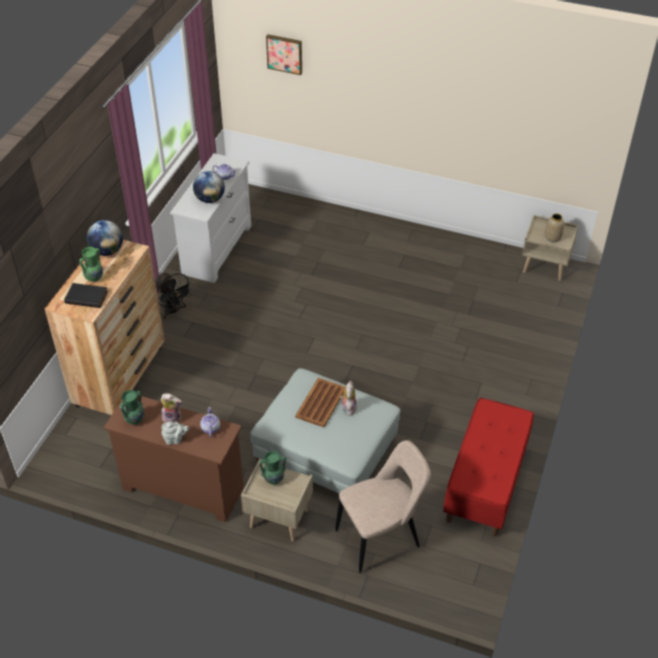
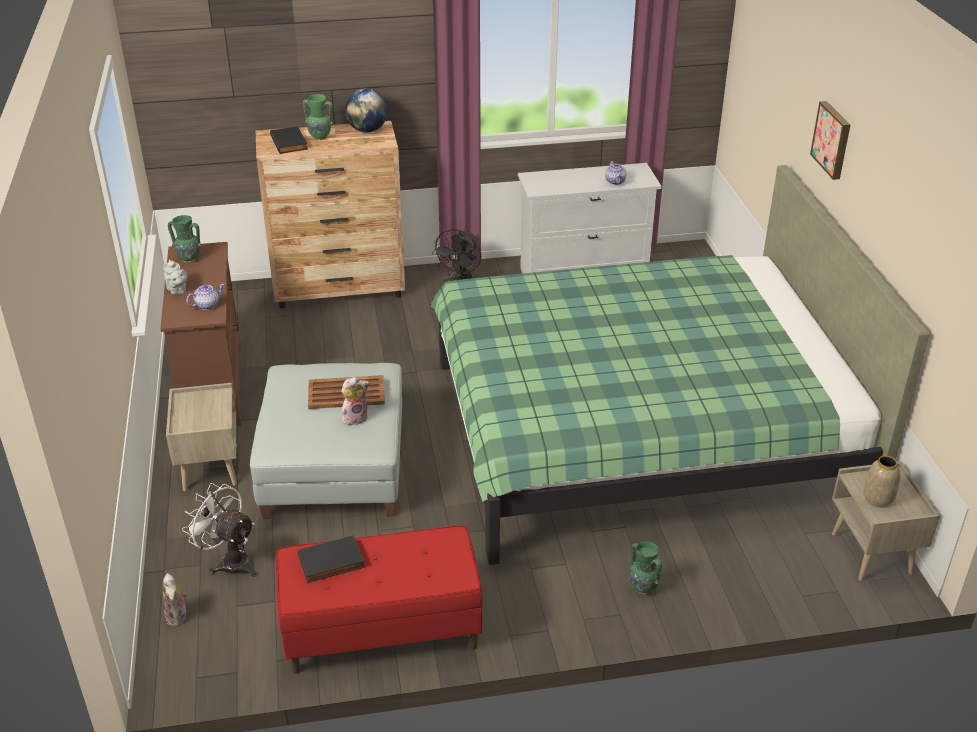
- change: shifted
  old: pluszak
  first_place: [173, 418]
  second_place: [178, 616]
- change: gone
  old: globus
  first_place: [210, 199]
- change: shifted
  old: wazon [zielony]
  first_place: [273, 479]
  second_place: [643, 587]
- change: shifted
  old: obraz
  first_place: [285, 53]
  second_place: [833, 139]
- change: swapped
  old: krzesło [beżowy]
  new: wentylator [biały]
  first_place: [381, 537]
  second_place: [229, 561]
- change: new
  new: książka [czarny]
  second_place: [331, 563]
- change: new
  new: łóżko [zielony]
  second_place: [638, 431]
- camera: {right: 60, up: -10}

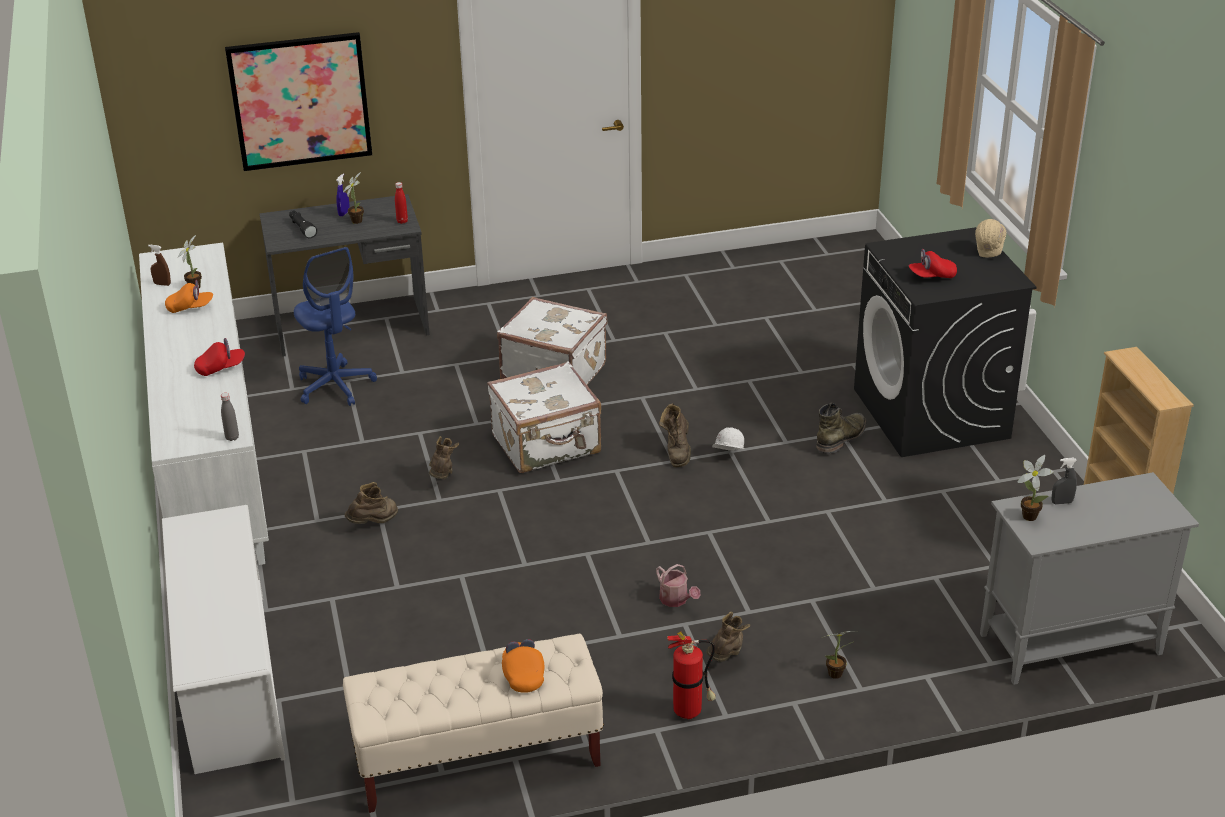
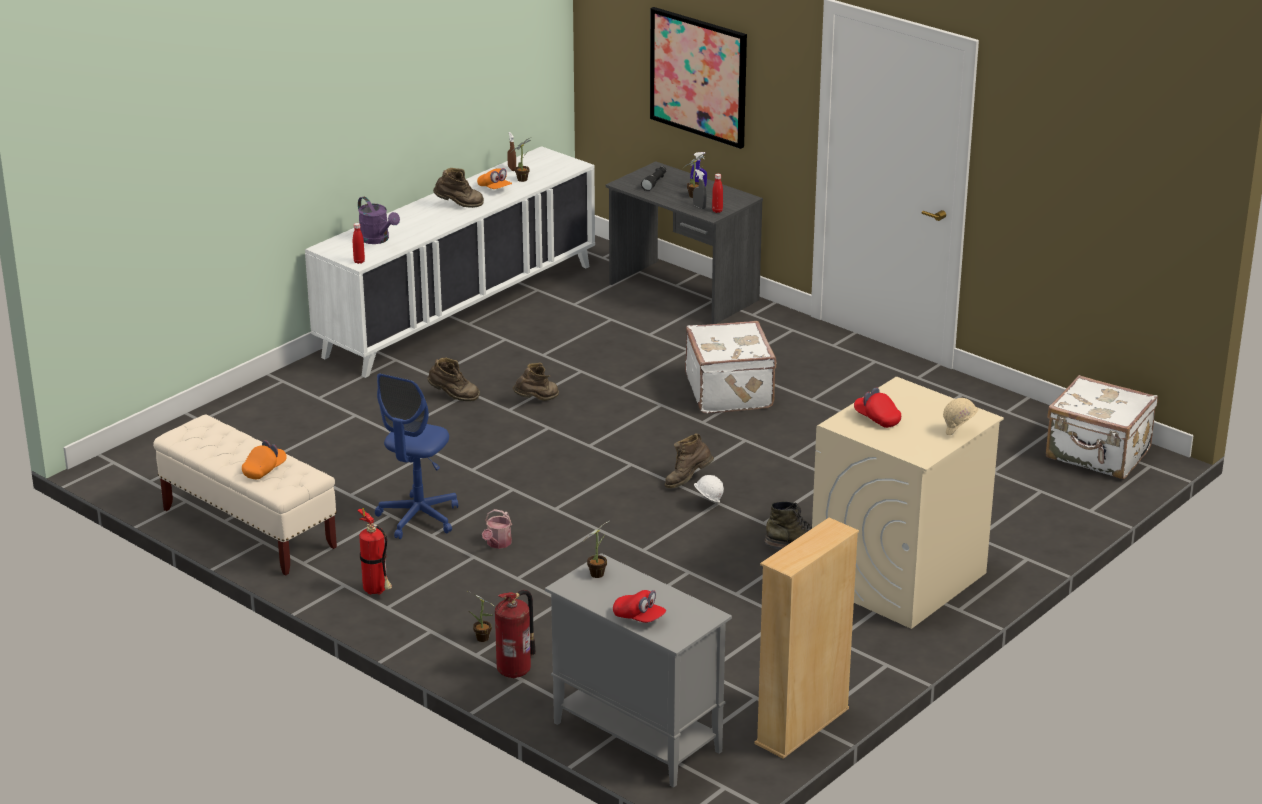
- change: gone
  old: regał na buty [biały]
  first_place: [230, 680]
- change: shifted
  old: czapka z daszkiem [czerwony]
  first_place: [221, 368]
  second_place: [639, 618]
- change: repainted
  old: butelka [szary]
  new: butelka [czerwony]
  first_place: [232, 437]
  second_place: [359, 261]
- change: shifted
  old: krzesło biurowe [niebieski]
  first_place: [335, 386]
  second_place: [418, 518]
- change: shifted
  old: walizka [biały]
  first_place: [547, 445]
  second_place: [1097, 455]
- change: shifted
  old: but z cholewką [brązowy]
  first_place: [726, 656]
  second_place: [459, 206]
- change: repainted
  old: pralka [czarny]
  new: pralka [beżowy]
  first_place: [932, 414]
  second_place: [898, 578]
- change: shifted
  old: spryskiwacz [szary]
  first_place: [1062, 502]
  second_place: [699, 207]
- change: new
  new: konewka [fioletowy]
  second_place: [378, 240]
- change: new
  new: gaśnica
  second_place: [516, 669]
- camera: {right: 55, up: -5}

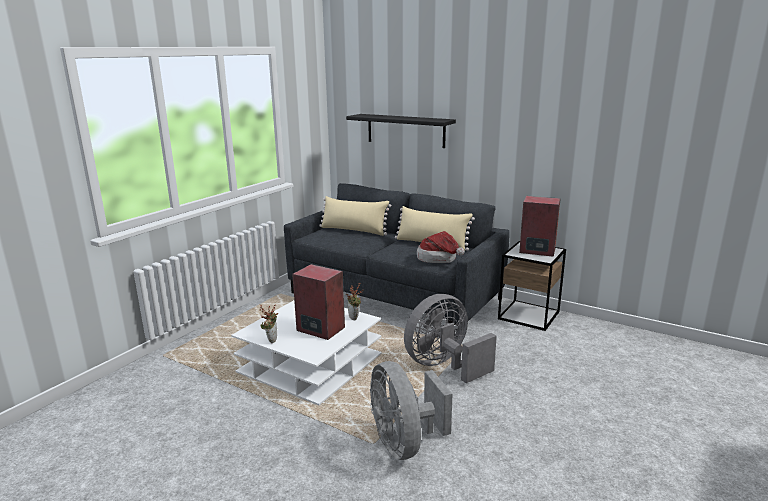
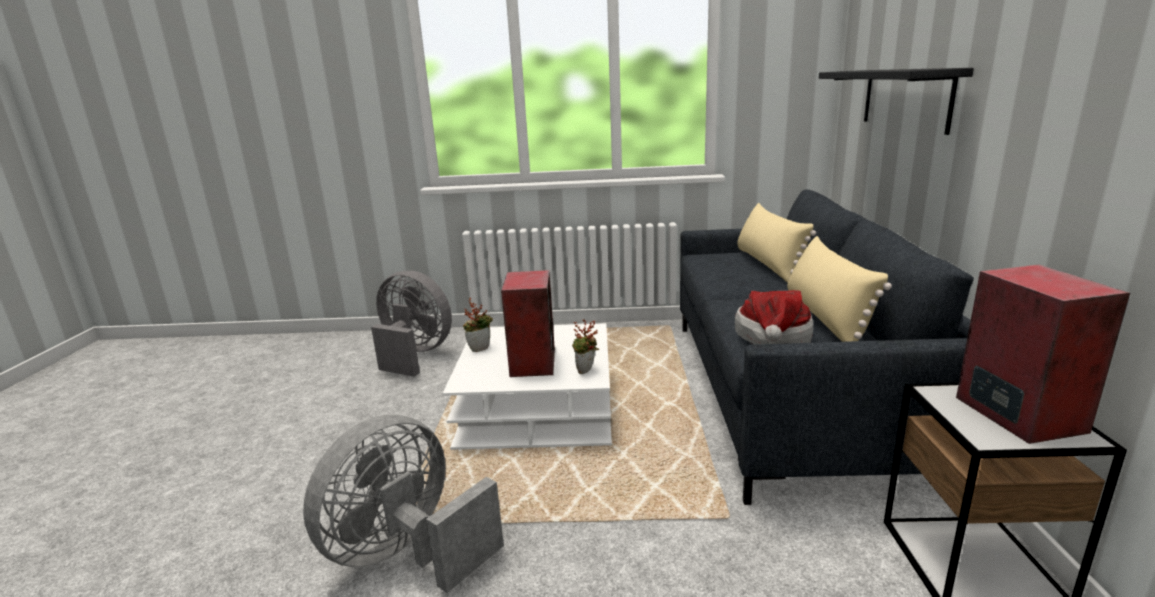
- change: shifted
  old: wentylator [szary]
  first_place: [444, 366]
  second_place: [414, 355]
- camera: {right: 60, up: 0}

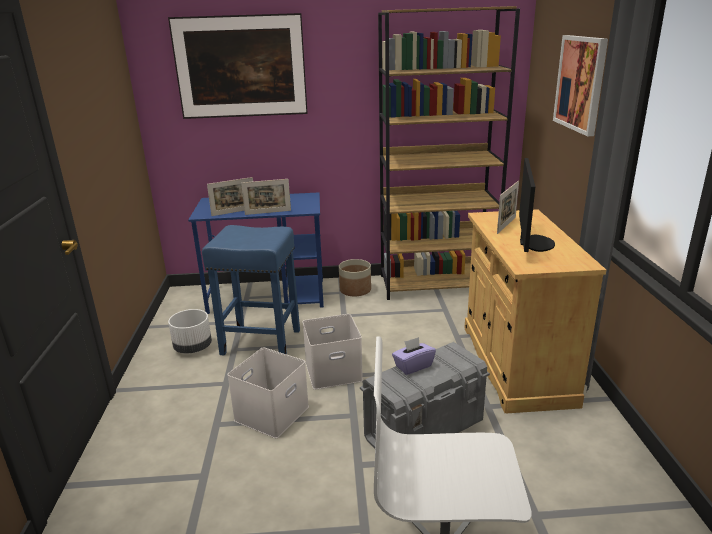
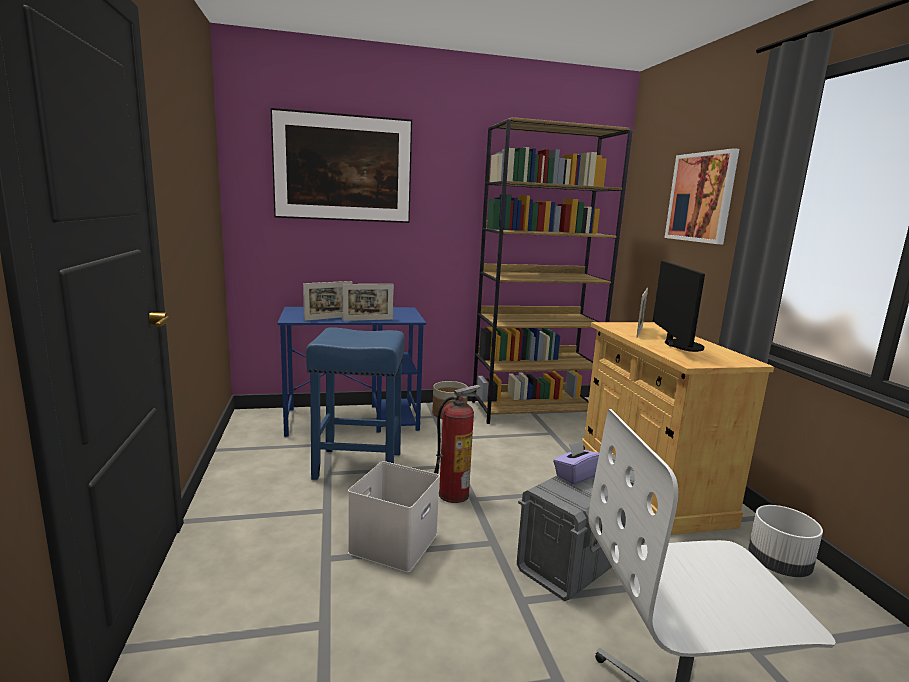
- change: shifted
  old: donica [biały]
  first_place: [193, 348]
  second_place: [777, 565]
- change: swapped
  old: pojemnik do przechowywania [biały]
  new: gaśnica
  first_place: [334, 370]
  second_place: [454, 494]
- camera: {right: -10, up: -10}

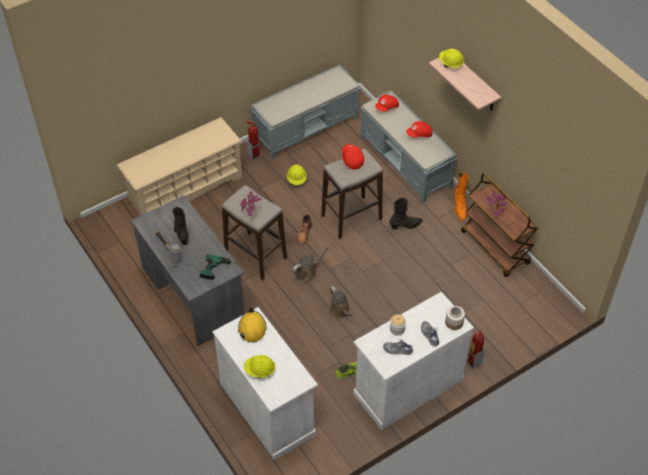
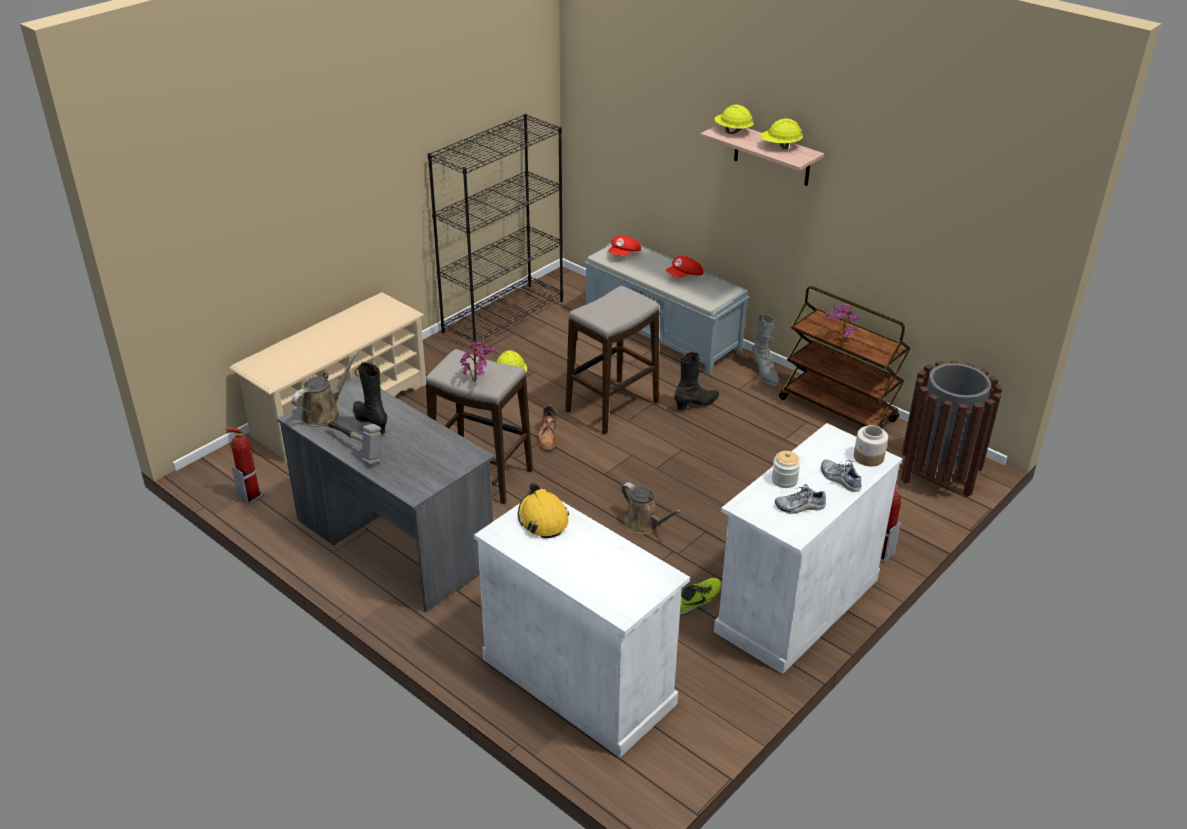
- change: gone
  old: wiertarka
  first_place: [219, 269]
- change: shifted
  old: kask [żółty]
  first_place: [259, 371]
  second_place: [780, 146]
- change: shifted
  old: gaśnica
  first_place: [254, 155]
  second_place: [251, 497]
- change: swapped
  old: ławka [szary]
  new: regał [czarny]
  first_place: [307, 127]
  second_place: [503, 316]
- change: shifted
  old: konewka [brązowy]
  first_place: [308, 273]
  second_place: [324, 413]
- change: gone
  old: czapka z daszkiem [czerwony]
  first_place: [352, 160]
- change: repainted
  old: but z cholewką [pomarańczowy]
  new: but z cholewką [szary]
  first_place: [460, 208]
  second_place: [765, 373]
- change: new
  new: kosz na śmieci [brązowy]
  second_place: [938, 475]
- camera: {right: -15, up: -15}

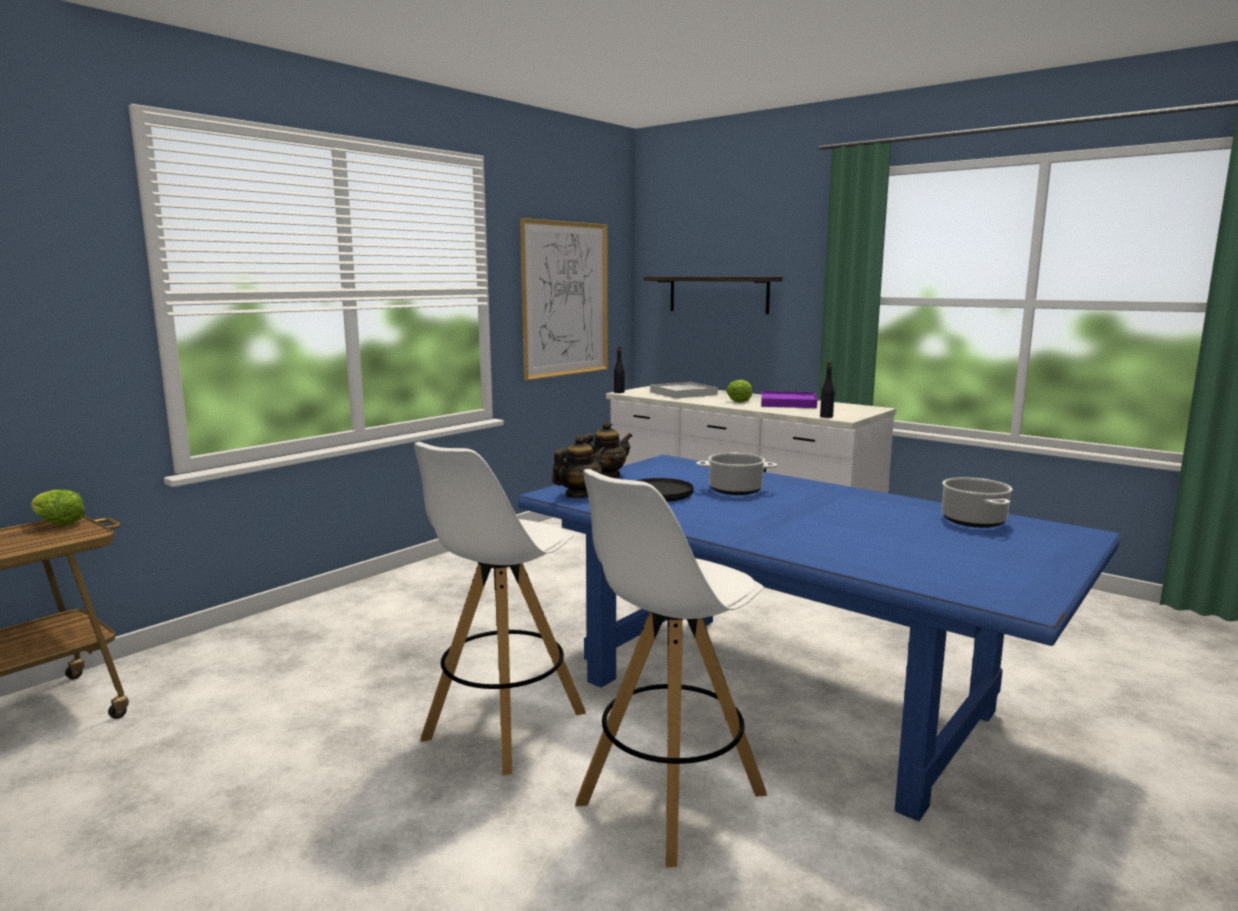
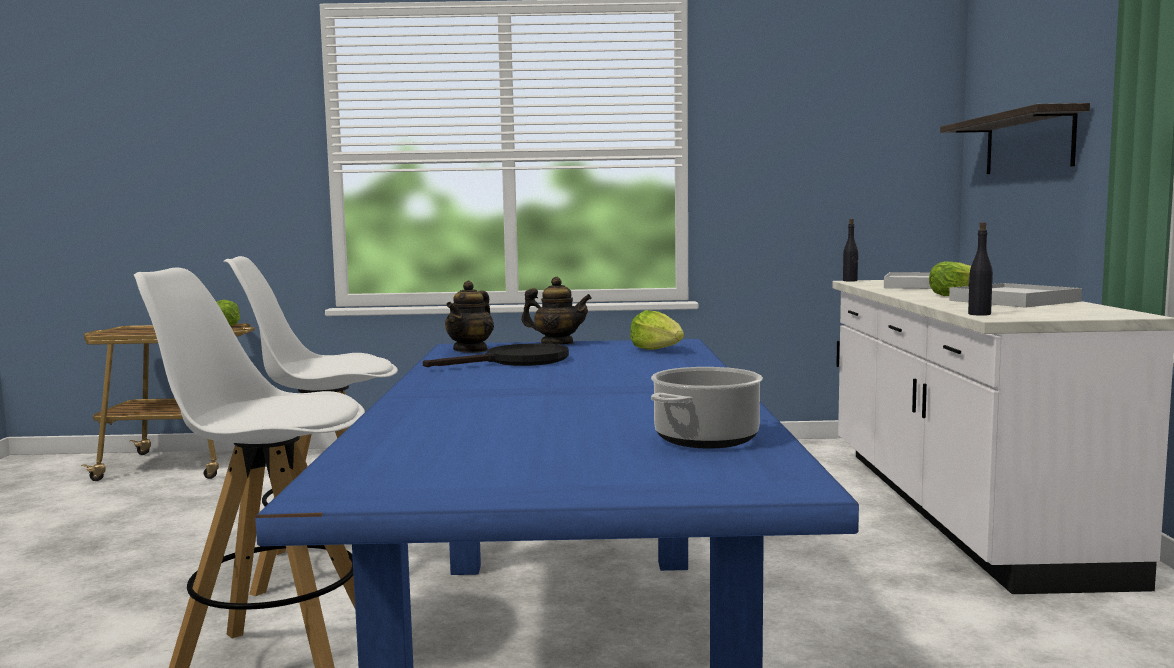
- change: gone
  old: obraz
  first_place: [565, 299]
- change: rotated
  old: imbryk
  first_place: [579, 495]
  second_place: [471, 350]
  degrees: 105
- change: gone
  old: garnek
  first_place: [736, 490]
- change: repainted
  old: taca [fioletowy]
  new: taca [biały]
  first_place: [788, 403]
  second_place: [1014, 301]
- change: new
  new: sałata
  second_place: [658, 350]
- camera: {right: 50, up: -5}

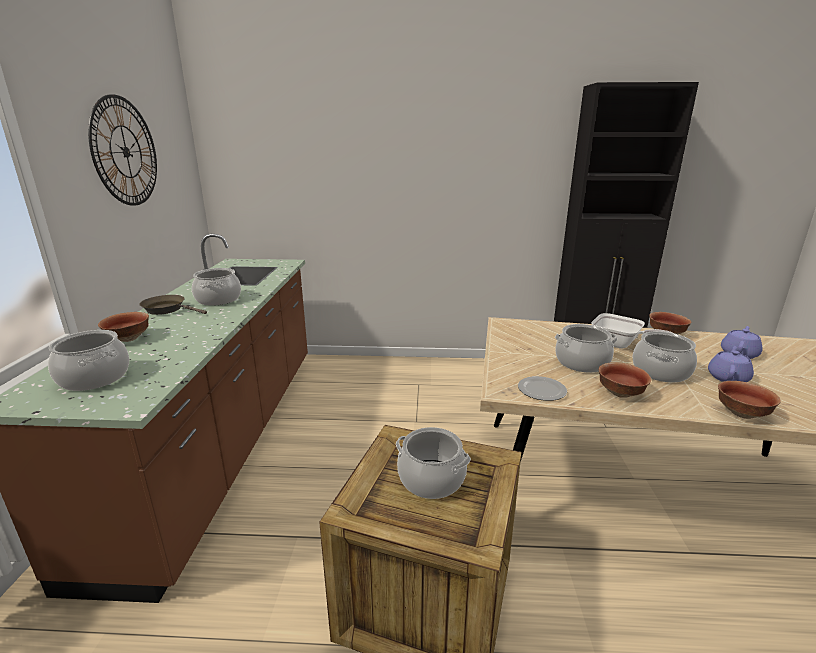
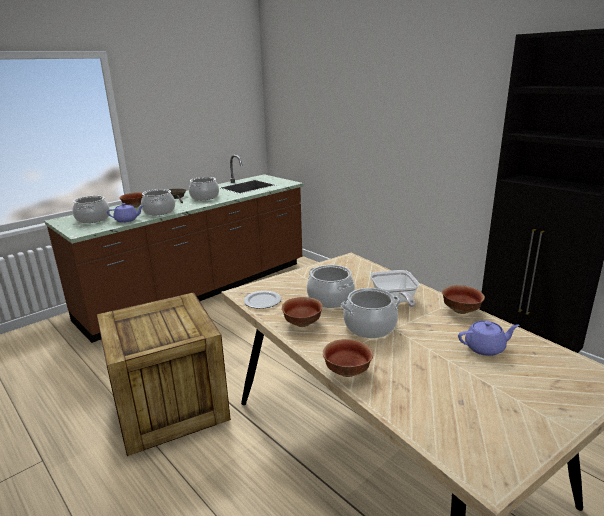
- change: gone
  old: zegar ścienny
  first_place: [125, 152]
- change: shifted
  old: garnek
  first_place: [432, 479]
  second_place: [159, 211]
- change: shifted
  old: imbryk [fioletowy]
  first_place: [728, 377]
  second_place: [127, 220]
- camera: {right: 45, up: 0}

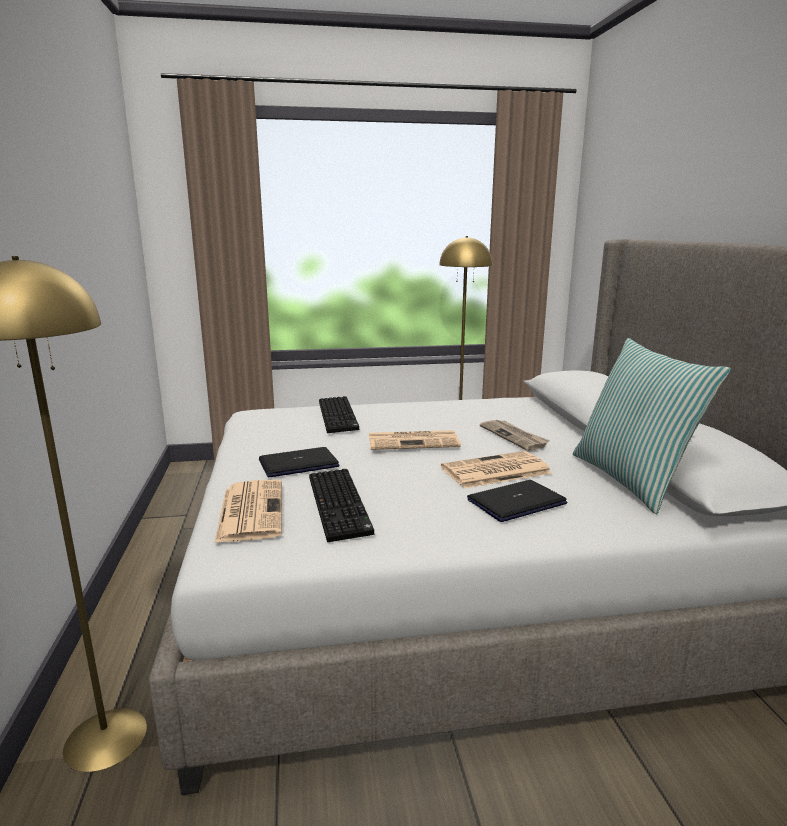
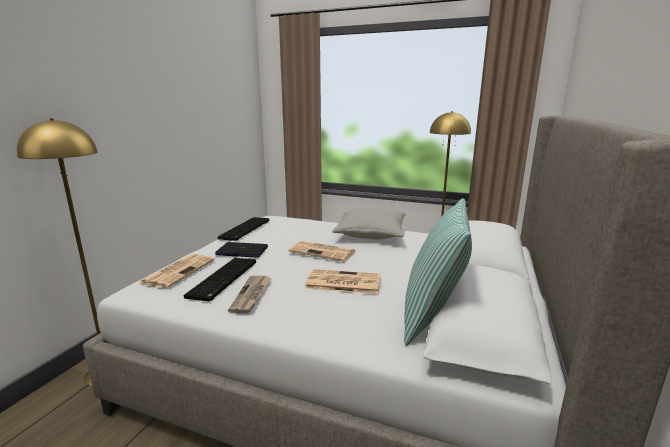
- change: shifted
  old: klawiatura
  first_place: [339, 416]
  second_place: [245, 230]
- change: gone
  old: laptop
  first_place: [516, 502]
- change: shifted
  old: gazeta
  first_place: [514, 436]
  second_place: [252, 295]
- change: new
  new: poduszka [szary]
  second_place: [371, 234]
- camera: {right: 30, up: 0}

